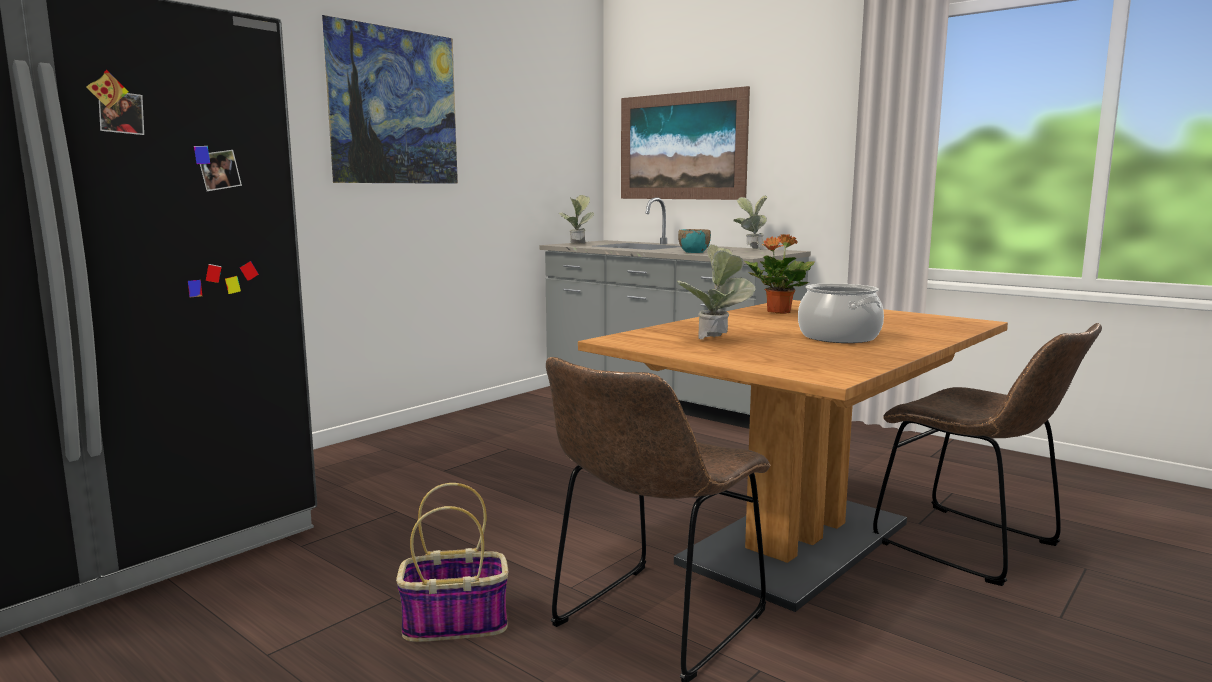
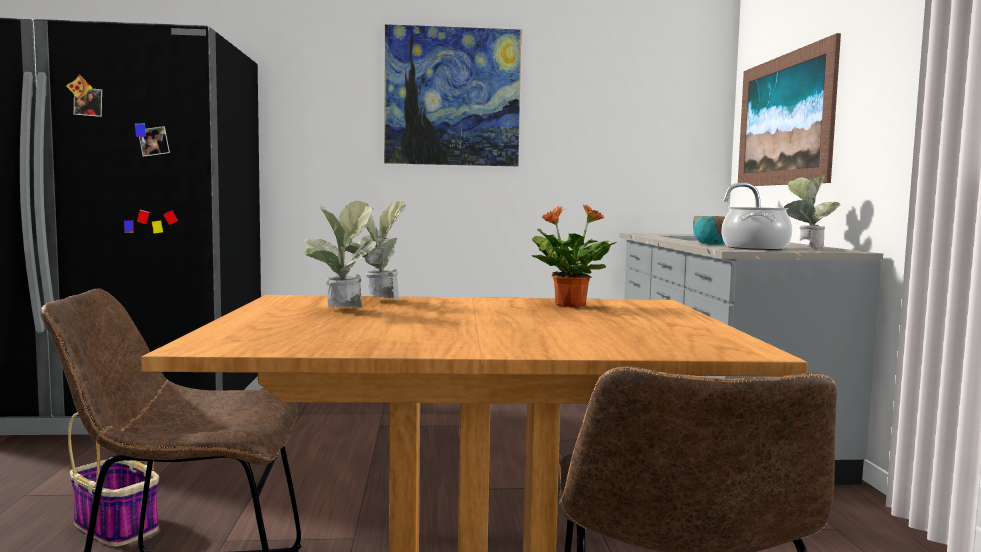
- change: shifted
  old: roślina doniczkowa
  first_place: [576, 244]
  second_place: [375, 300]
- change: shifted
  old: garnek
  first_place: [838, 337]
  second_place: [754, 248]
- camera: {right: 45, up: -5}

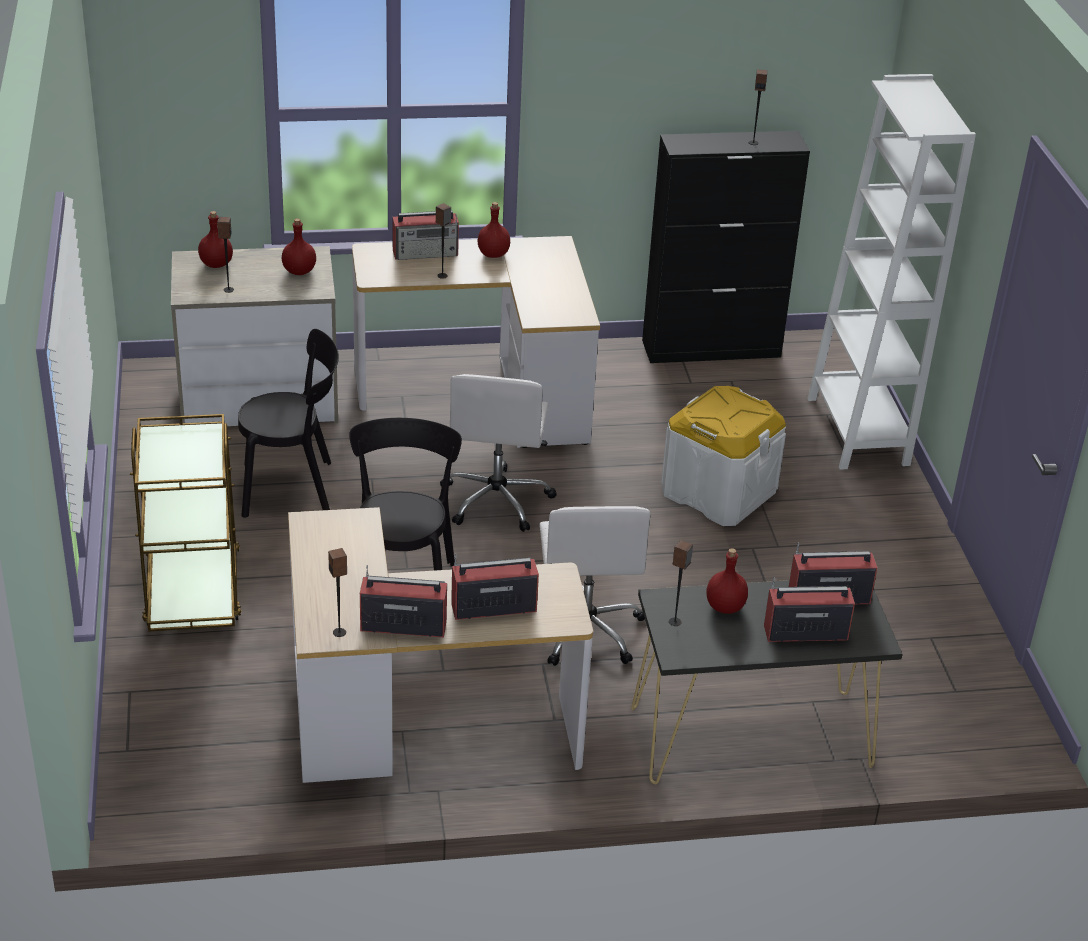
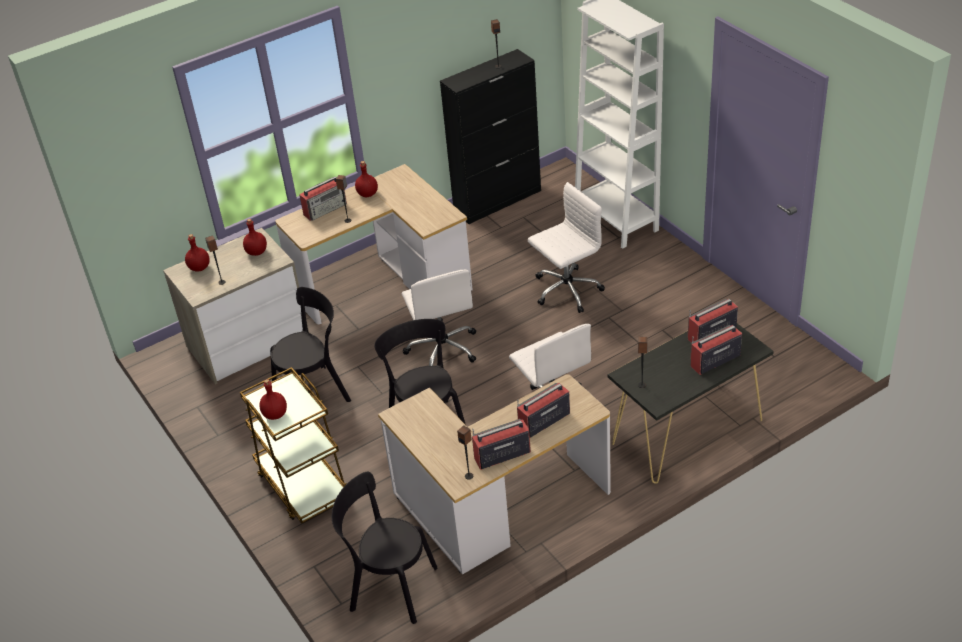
- change: swapped
  old: pojemnik do przechowywania [biały]
  new: krzesło biurowe [biały]
  first_place: [719, 492]
  second_place: [566, 290]
- change: shifted
  old: butelka [czerwony]
  first_place: [724, 606]
  second_place: [274, 414]
- change: new
  new: krzesło [czarny]
  second_place: [389, 587]
- camera: {right: -20, up: 5}

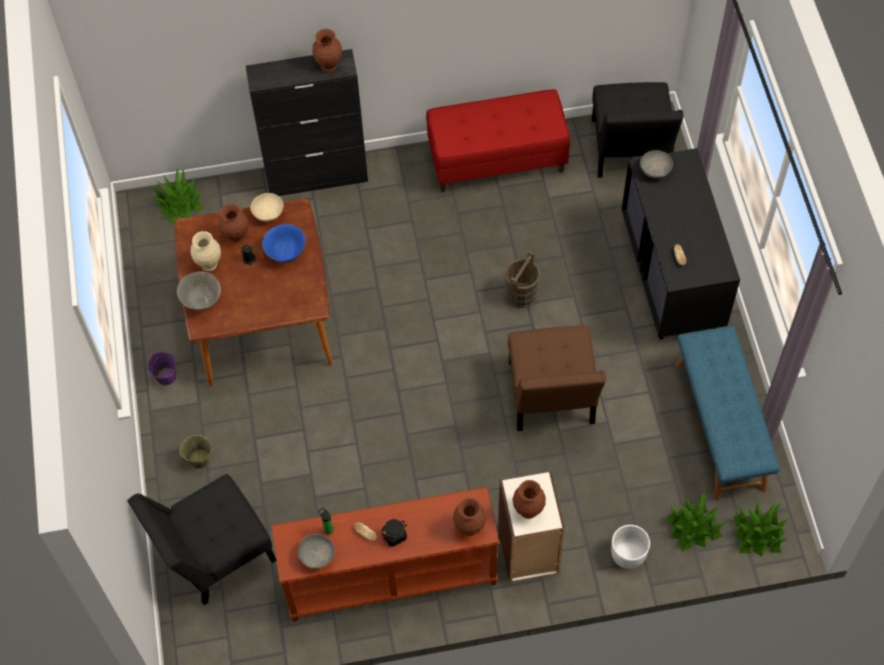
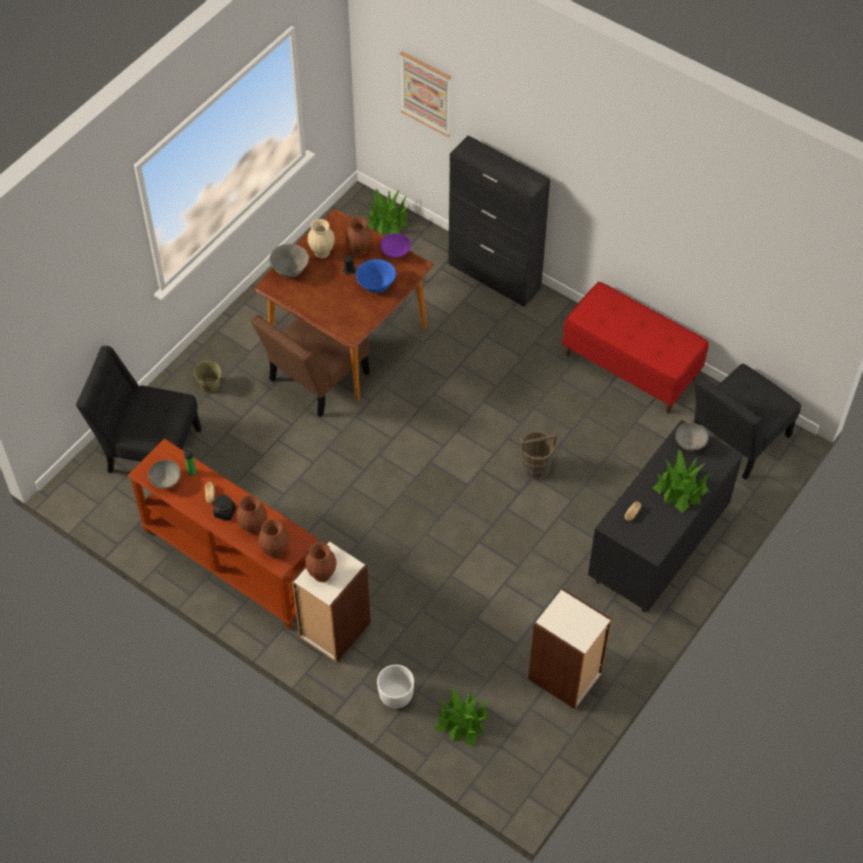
- change: gone
  old: wiadro [fioletowy]
  first_place: [166, 376]
- change: repainted
  old: miska [beżowy]
  new: miska [fioletowy]
  first_place: [268, 214]
  second_place: [395, 253]
- change: shifted
  old: wazon [brązowy]
  first_place: [329, 65]
  second_place: [253, 527]
- change: shifted
  old: krzesło [brązowy]
  first_place: [551, 398]
  second_place: [315, 380]
- change: swapped
  old: ławka [niebieski]
  new: regał
  first_place: [720, 426]
  second_place: [565, 677]
- change: shifted
  old: roślina doniczkowa
  first_place: [758, 533]
  second_place: [680, 488]
- change: new
  new: obraz
  second_place: [426, 93]
- camera: {right: 45, up: -5}

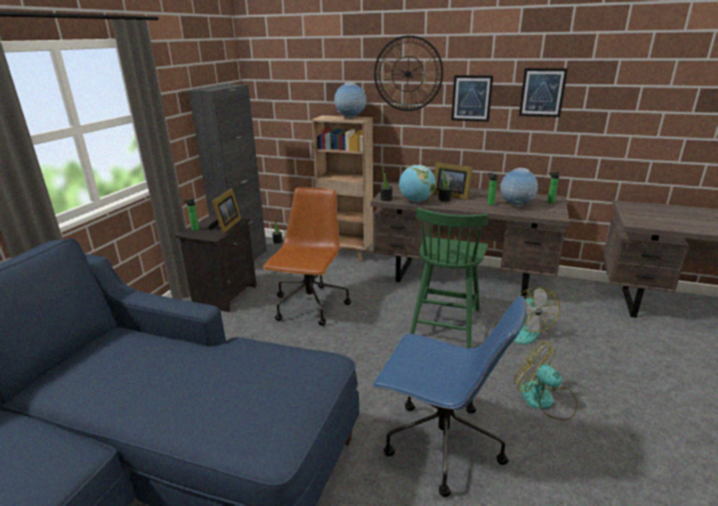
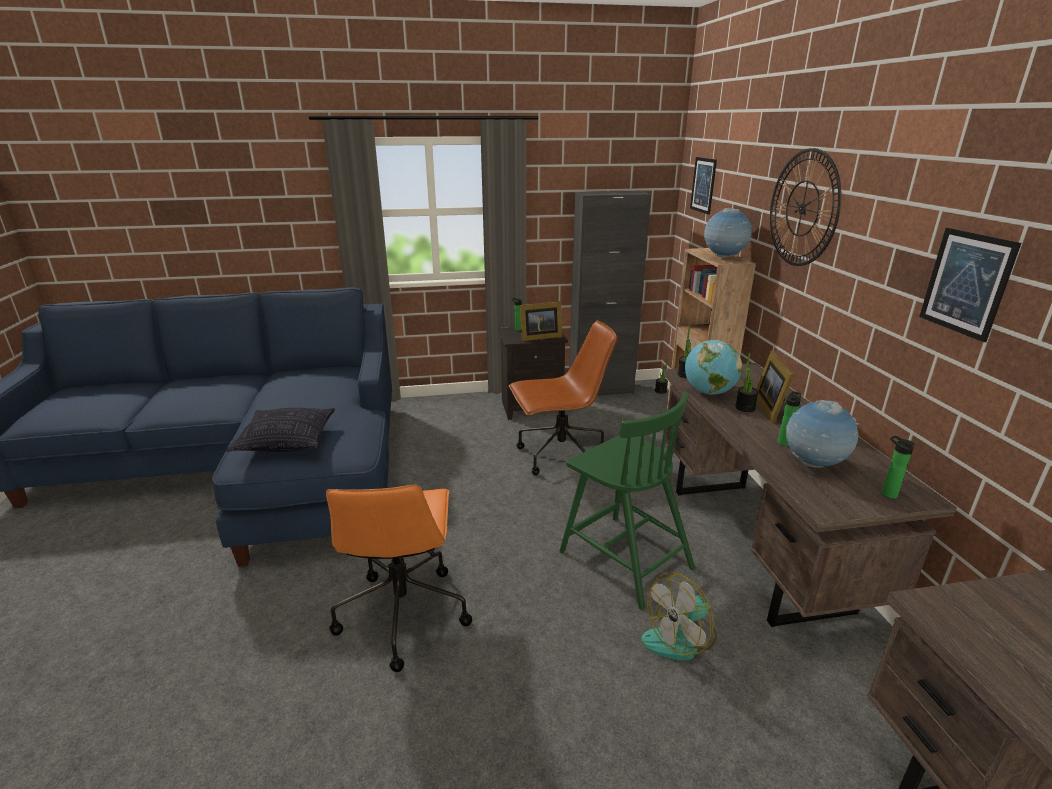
- change: repainted
  old: krzesło biurowe [niebieski]
  new: krzesło biurowe [pomarańczowy]
  first_place: [440, 444]
  second_place: [403, 612]
- change: rotated
  old: krzesło [zielony]
  first_place: [445, 323]
  second_place: [624, 558]
  degrees: -120
- change: shifted
  old: obraz
  first_place: [471, 98]
  second_place: [703, 185]
- change: gone
  old: wentylator
  first_place: [544, 400]
- change: new
  new: poduszka
  second_place: [287, 441]
- camera: {right: 60, up: 0}

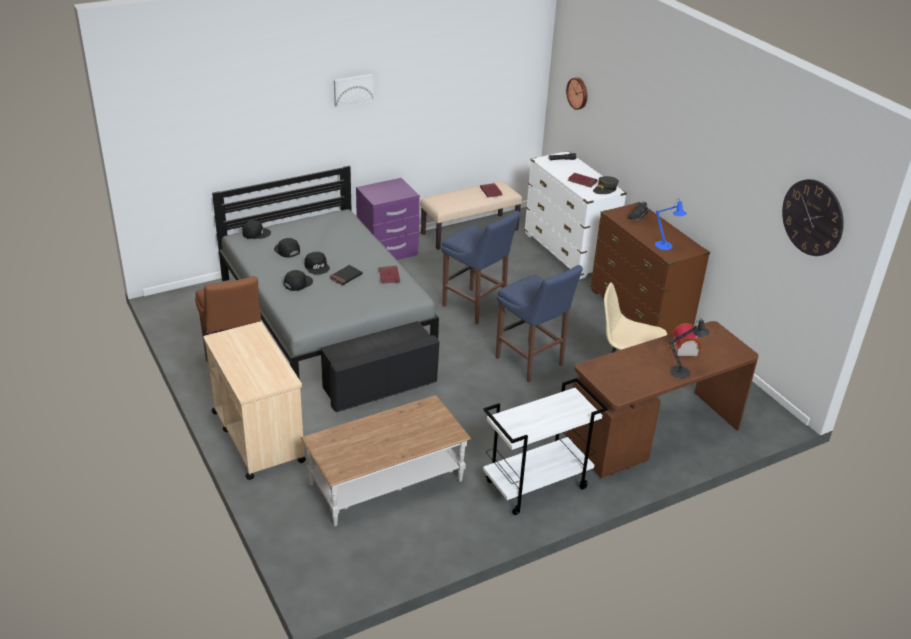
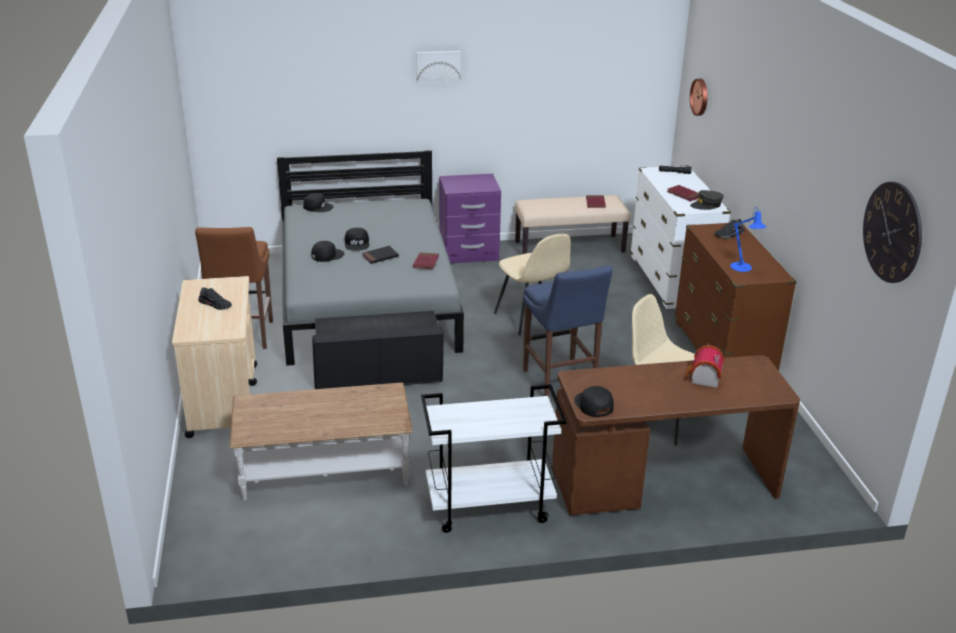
- change: shifted
  old: czapka z daszkiem [czarny]
  first_place: [286, 250]
  second_place: [593, 405]
- change: swapped
  old: stołek [niebieski]
  new: krzesło [beżowy]
  first_place: [476, 307]
  second_place: [531, 319]
- change: gone
  old: lampa stołowa [czarny]
  first_place: [683, 371]
- change: new
  new: but [czarny]
  second_place: [216, 304]
- camera: {right: 20, up: -5}

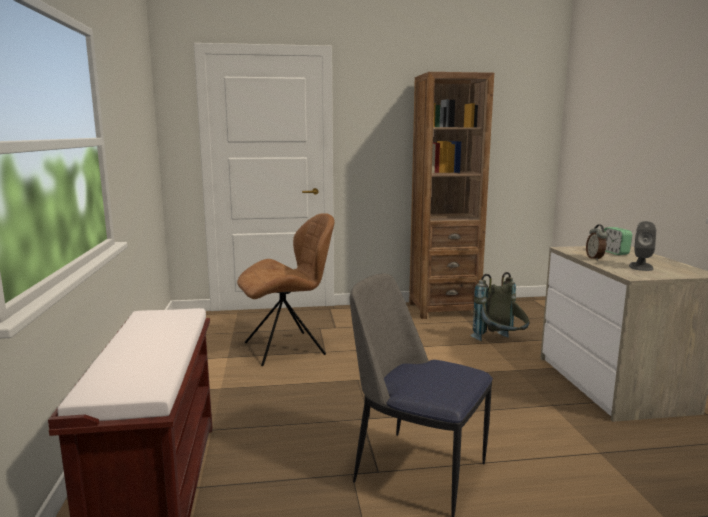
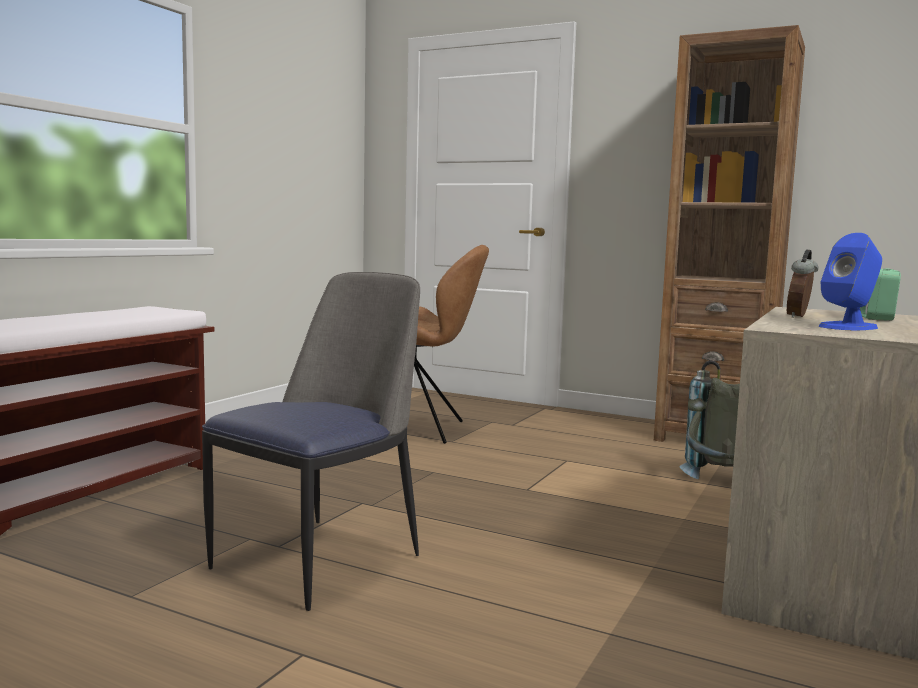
- change: rotated
  old: krzesło
  first_place: [416, 470]
  second_place: [321, 559]
  degrees: 60
- change: repainted
  old: głośnik [szary]
  new: głośnik [niebieski]
  first_place: [641, 267]
  second_place: [848, 327]
- camera: {right: 35, up: -5}

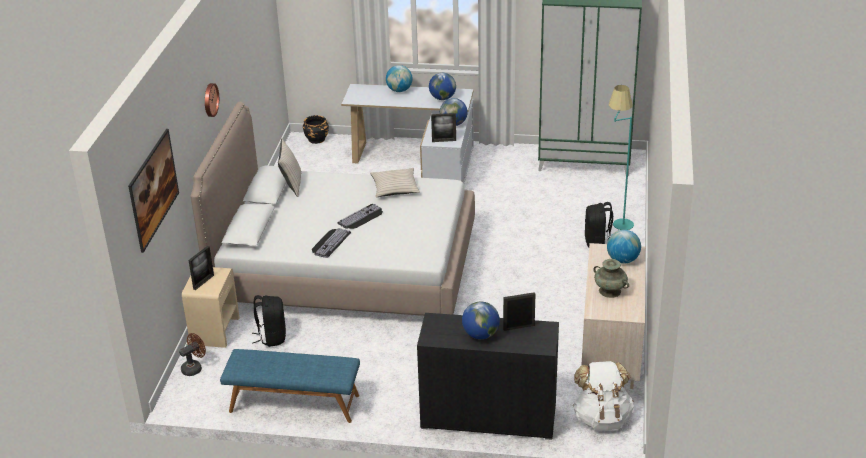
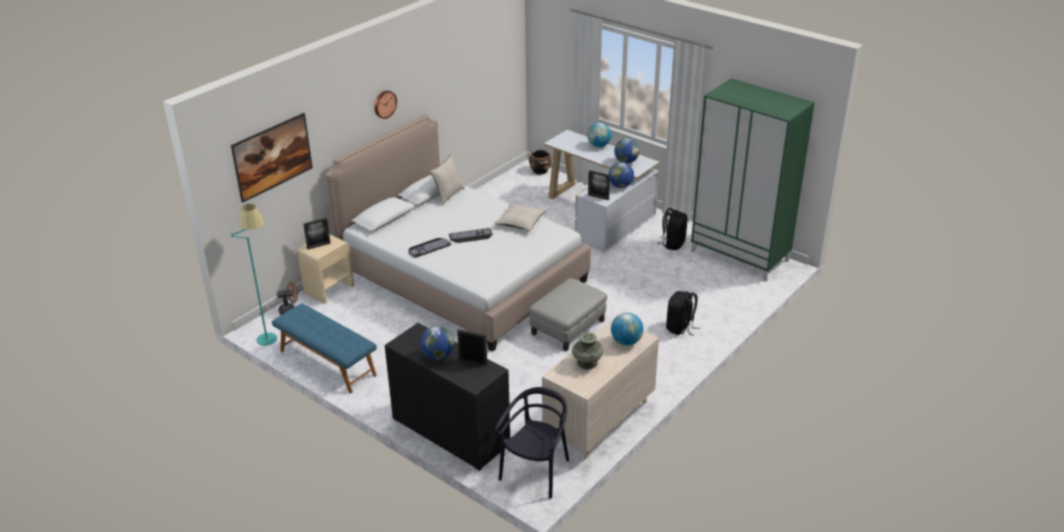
- change: shifted
  old: plecak [czarny]
  first_place: [271, 337]
  second_place: [673, 244]
- change: swapped
  old: plecak [biały]
  new: krzesło [czarny]
  first_place: [602, 418]
  second_place: [536, 472]
- change: shifted
  old: lampa stojąca [turkusowy]
  first_place: [617, 220]
  second_place: [268, 333]
- change: new
  new: pufa [szary]
  second_place: [567, 327]
- camera: {right: 30, up: 0}

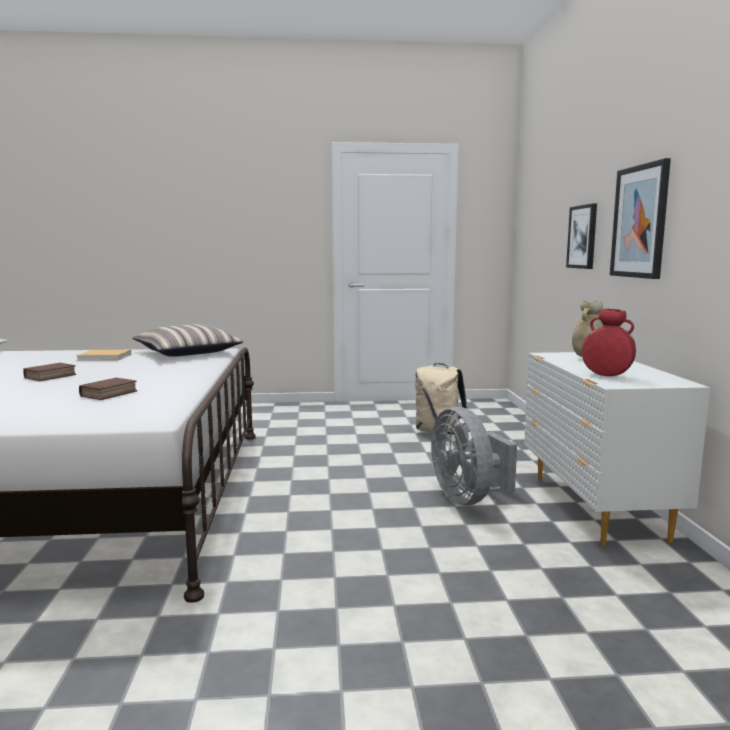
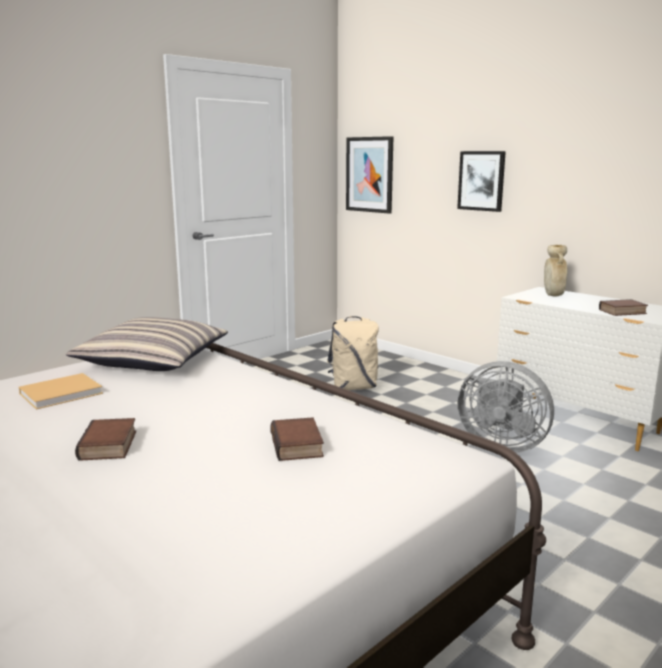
- change: swapped
  old: wazon [czerwony]
  new: książka
  first_place: [606, 375]
  second_place: [622, 312]
- change: shifted
  old: obraz
  first_place: [640, 221]
  second_place: [369, 174]
- camera: {right: -40, up: 5}

